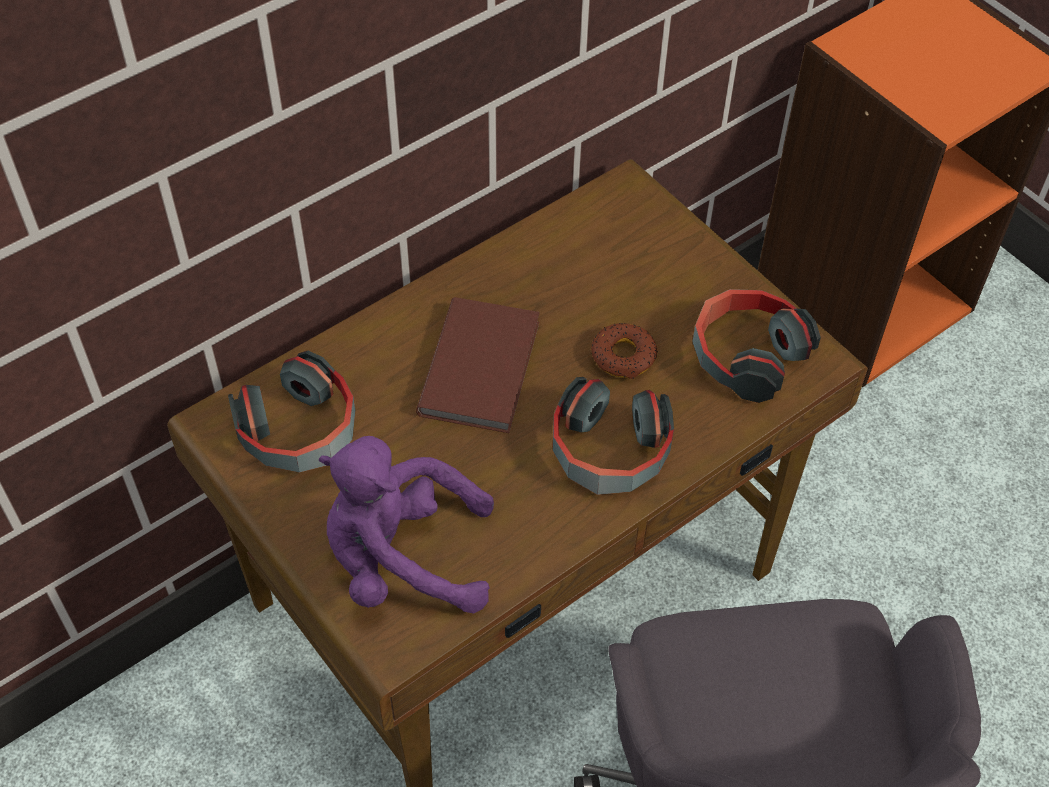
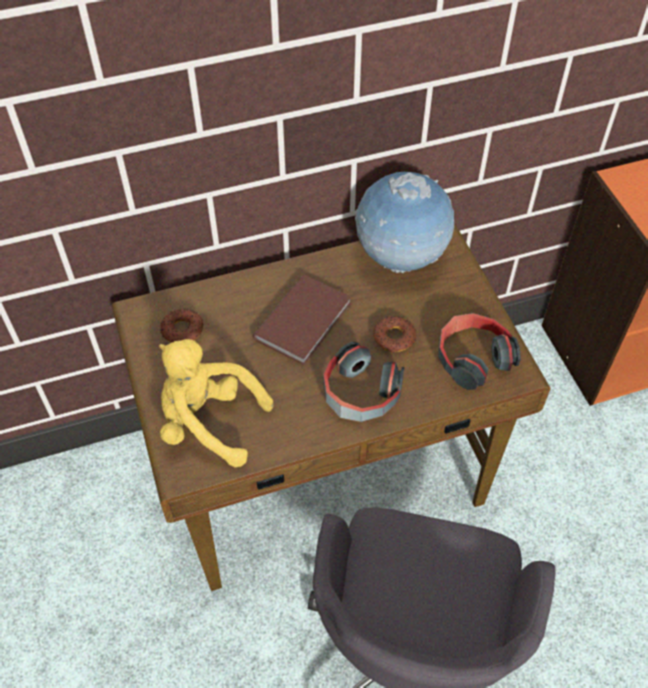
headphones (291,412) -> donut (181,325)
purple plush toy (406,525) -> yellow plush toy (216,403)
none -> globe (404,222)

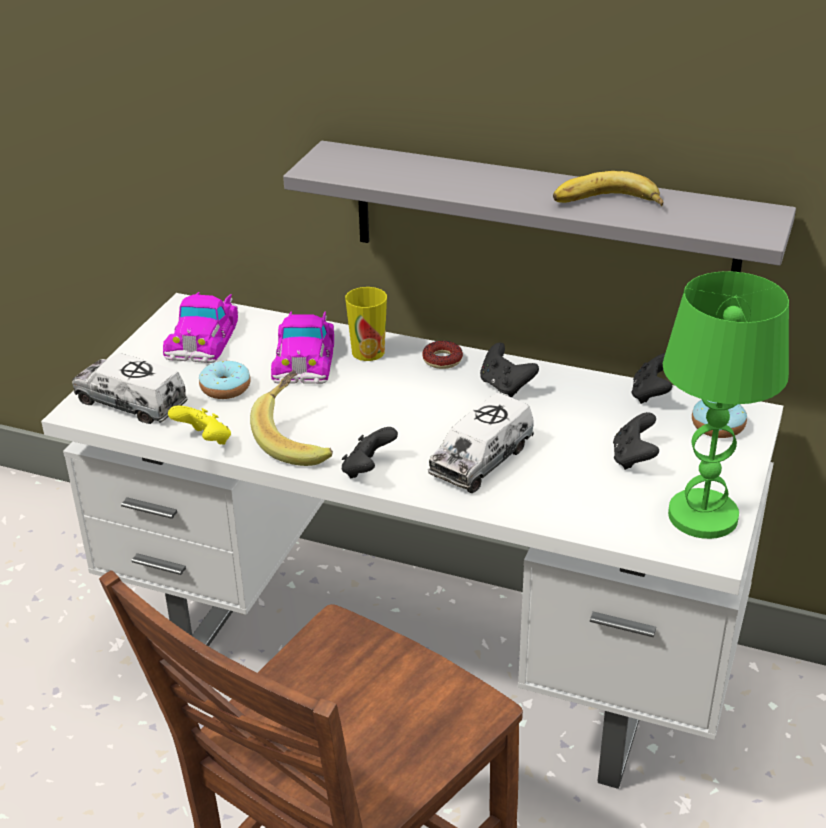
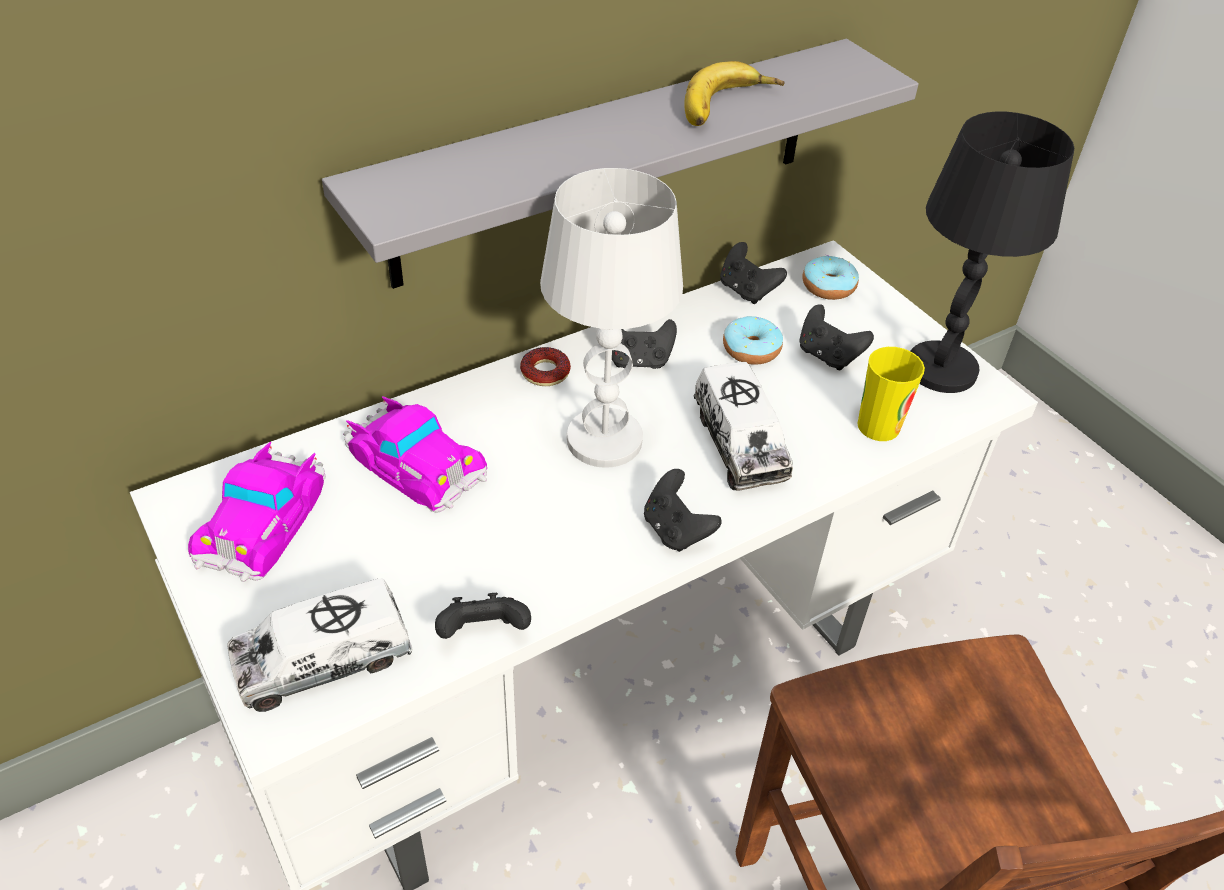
toy car (200,327) -> toy car (257,512), 60 degrees clockwise
yellow game controller (199,425) -> black game controller (483,616)
donut (225,379) -> donut (753,340), move
banana (291,418) -> none
cup (366,324) -> cup (891,394), move
green table lamp (726,405) -> black table lamp (992,252)
none -> white table lamp (611,318)

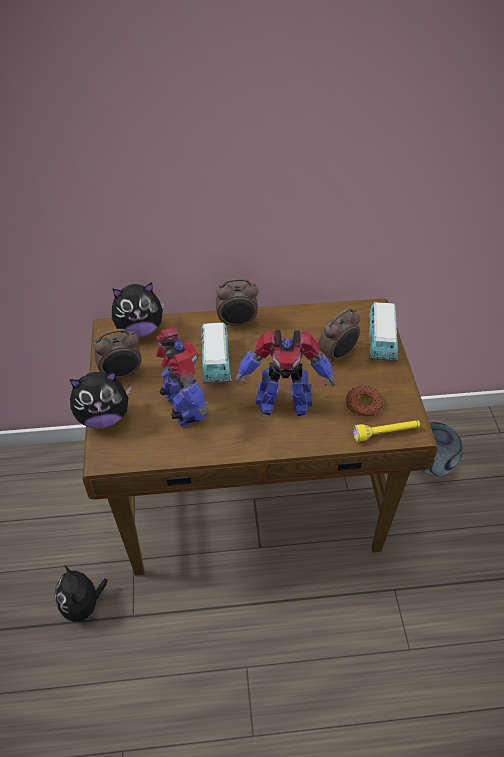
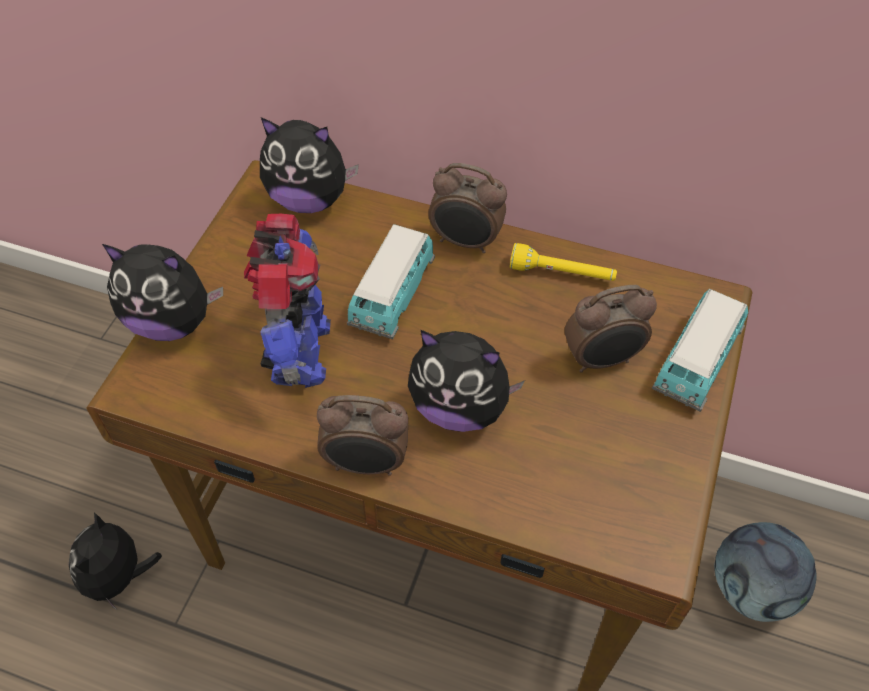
alarm clock (117,354) -> alarm clock (362,435), move
toy robot (285,373) -> plush toy (466,381)
donut (365,401) -> none
yellow flashlight (386,431) -> yellow flashlight (563,262), move

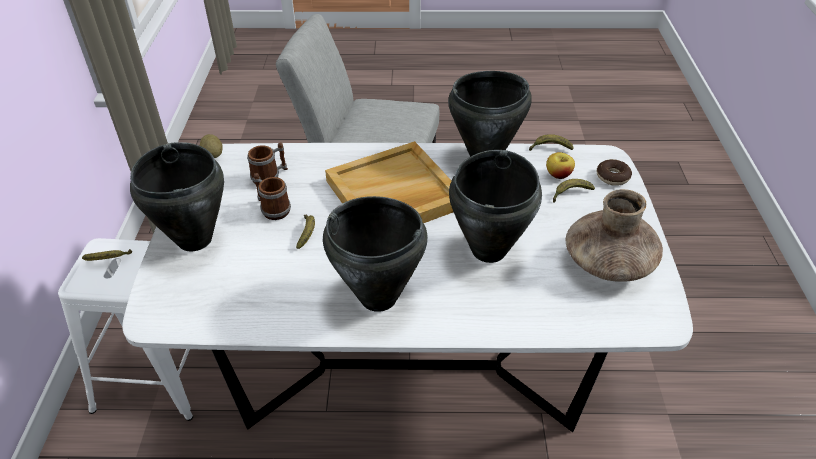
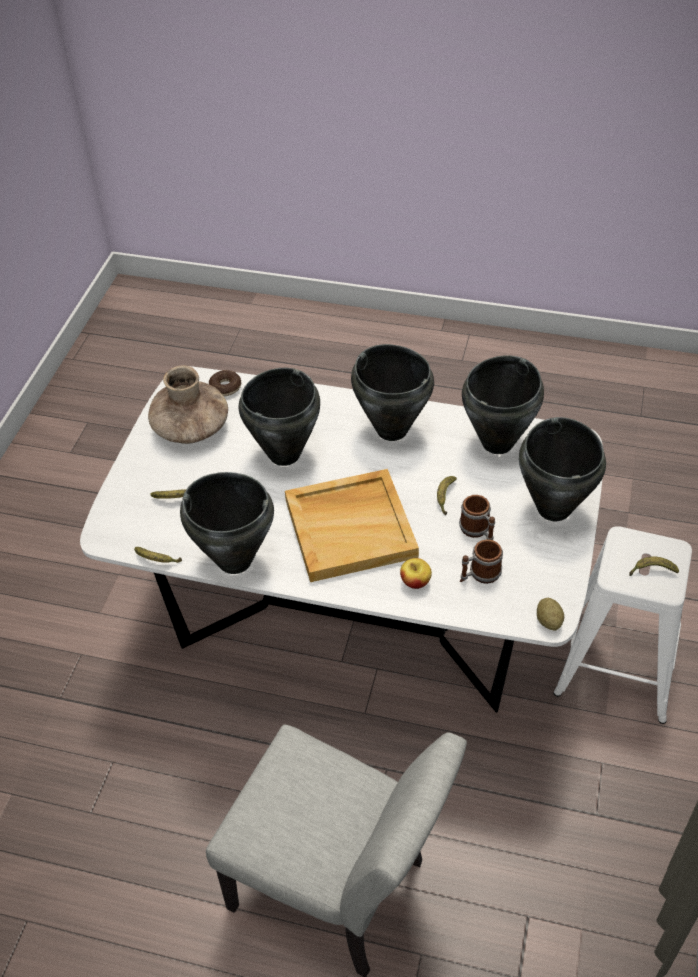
apple (560,165) -> apple (416,573), move
donut (614,172) -> donut (225,383), move
none -> black cooking pot (503,404)

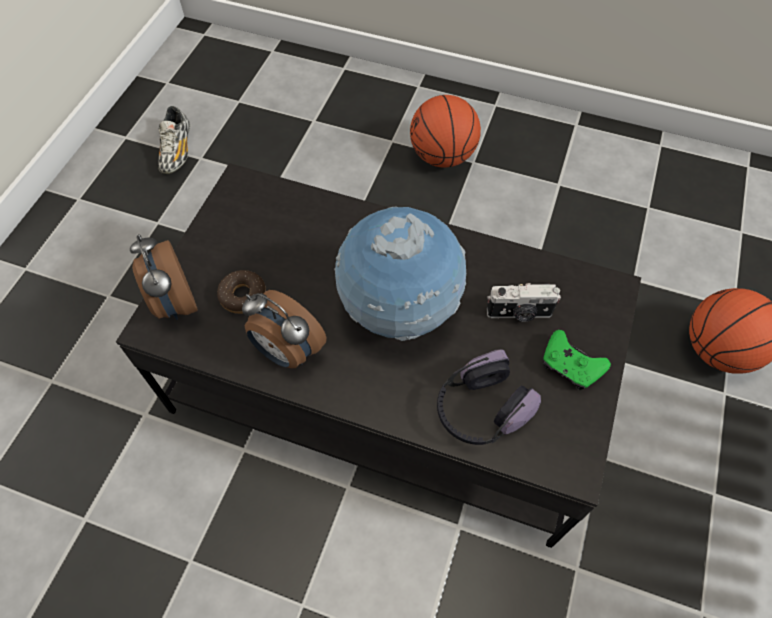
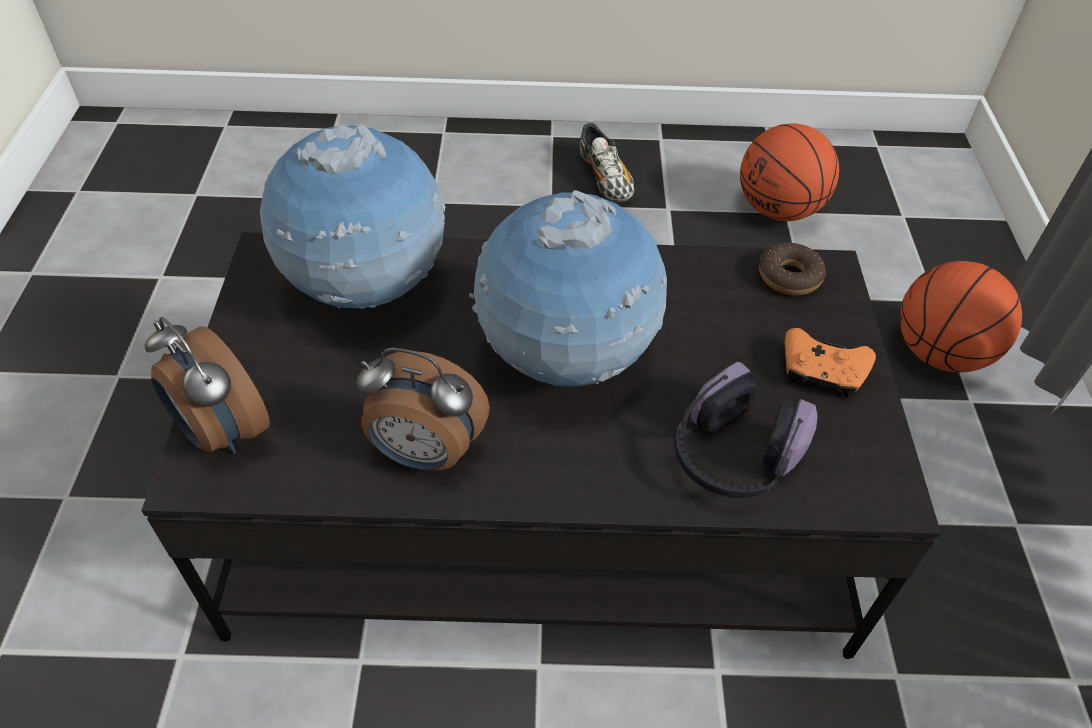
shoe (174,140) -> shoe (607,162), move
donut (241,292) -> donut (792,269), move
basketball (445,131) -> basketball (789,172), move
photo camera (524,302) -> none
green game controller (577,360) -> orange game controller (830,363)
none -> globe (352,216)

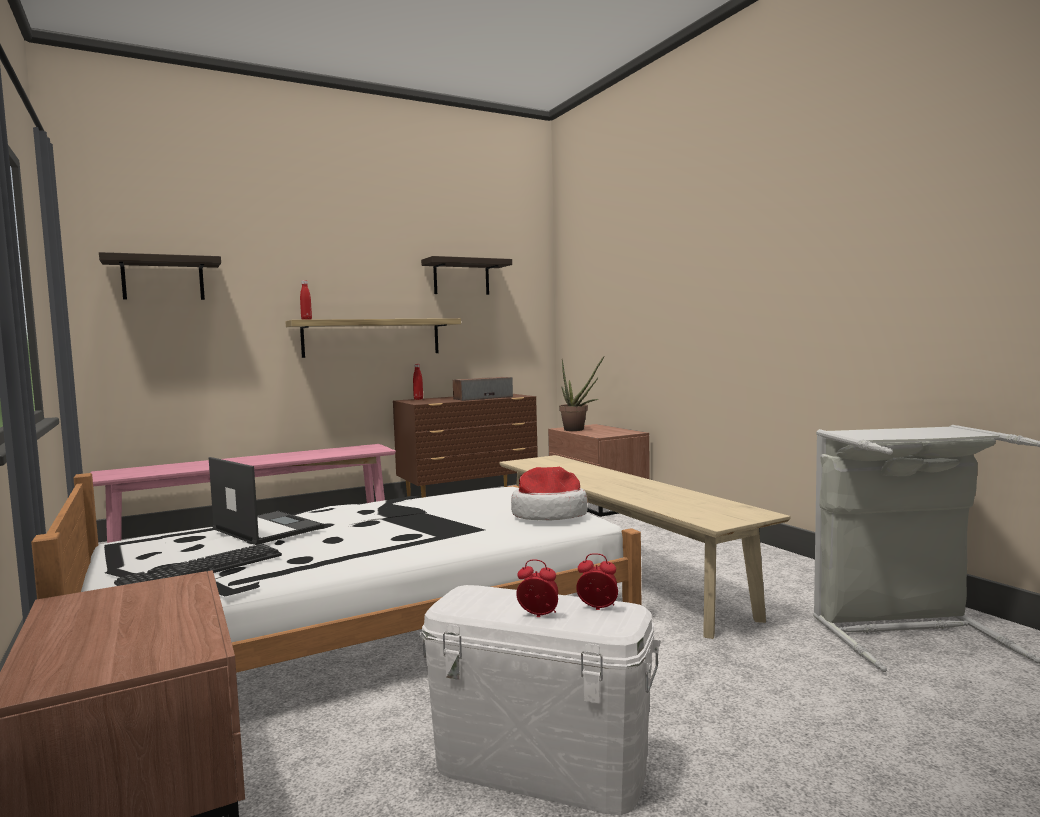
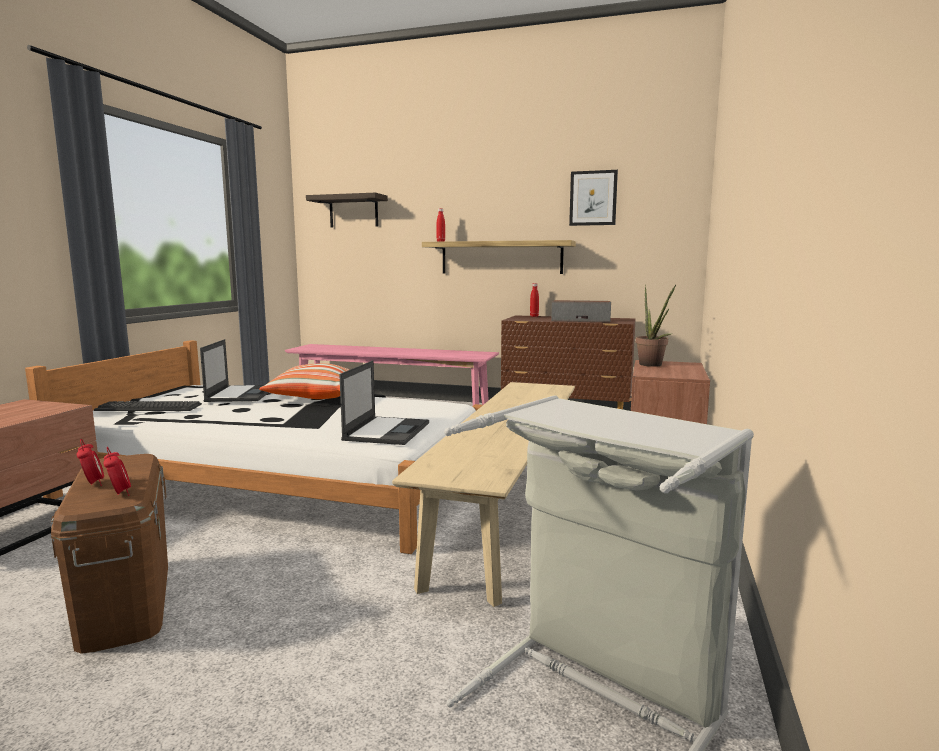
white storage box (540,700) -> brown storage box (109,554)
shelf (466,275) -> picture (593,198)
hat (549,493) -> laptop (384,402)
none -> pillow (304,381)

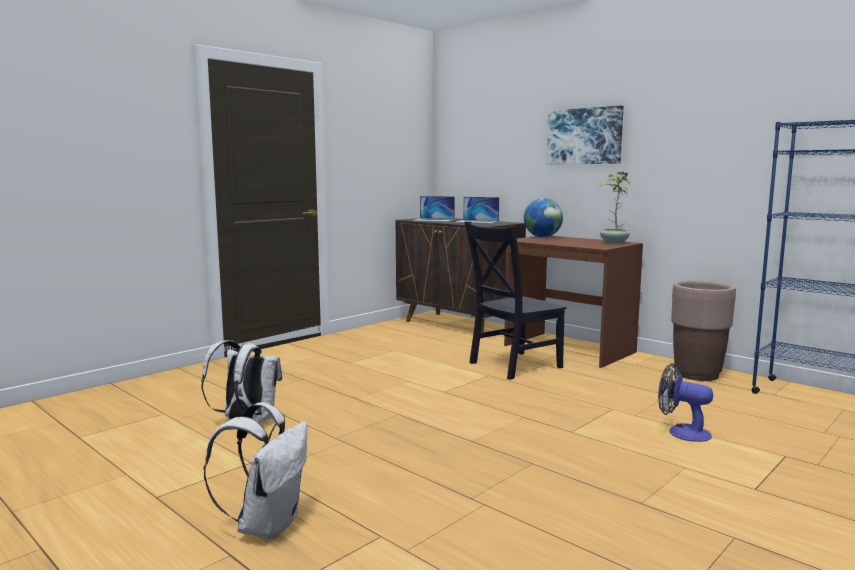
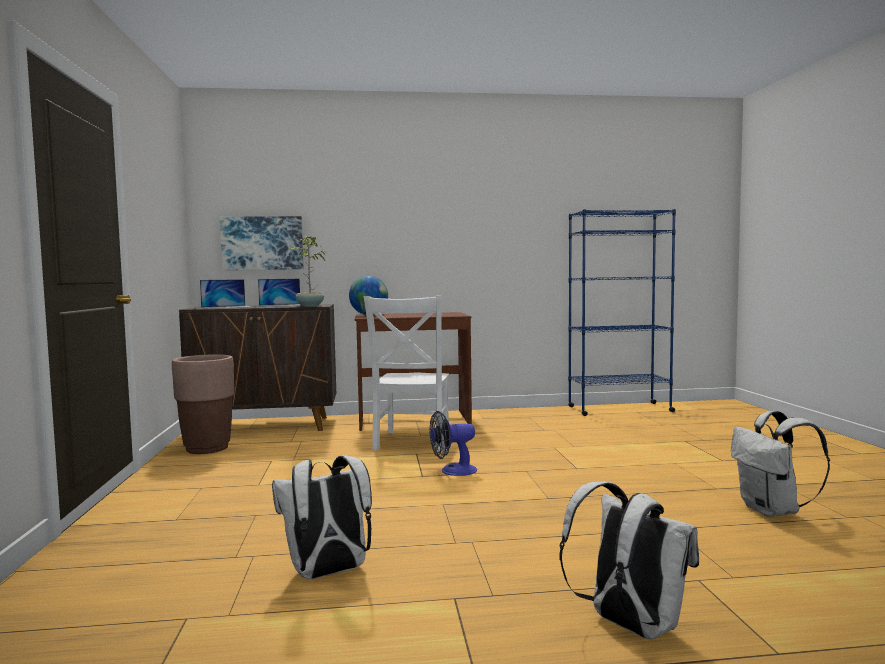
black chair (515,301) -> white chair (406,373)
picture (585,135) -> picture (261,243), move
potted plant (613,208) -> potted plant (307,271), move
fan (685,402) -> fan (453,443), move
brown planter (703,330) -> brown planter (203,404), move
none -> white backpack (780,463)

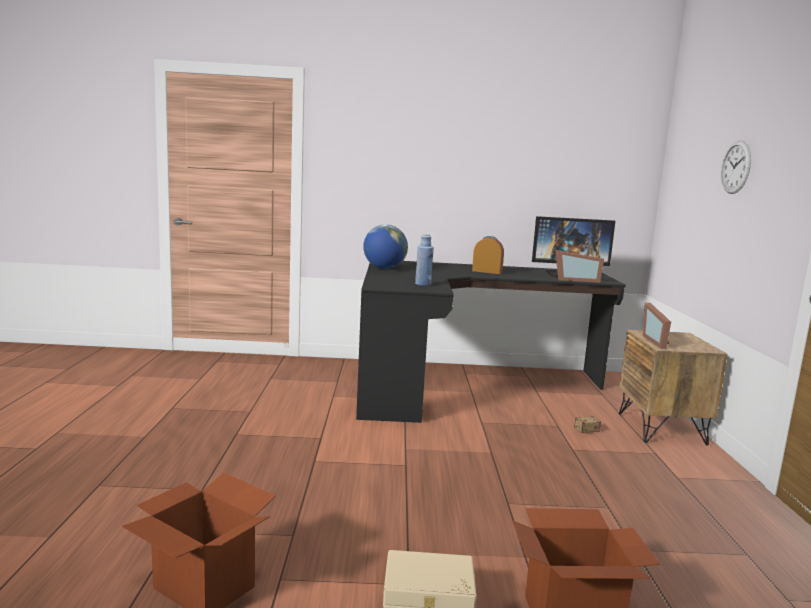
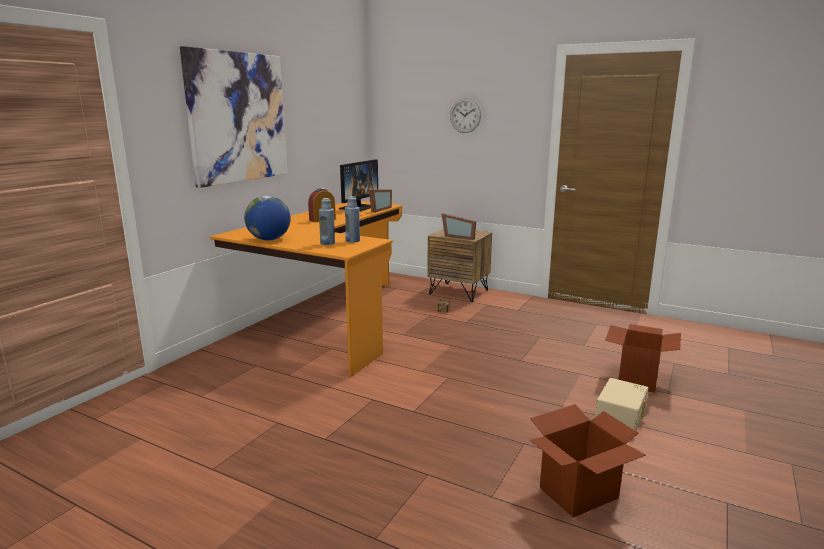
black desk (491,342) -> orange desk (306,289)
none -> picture (233,117)
none -> blue bottle (327,221)

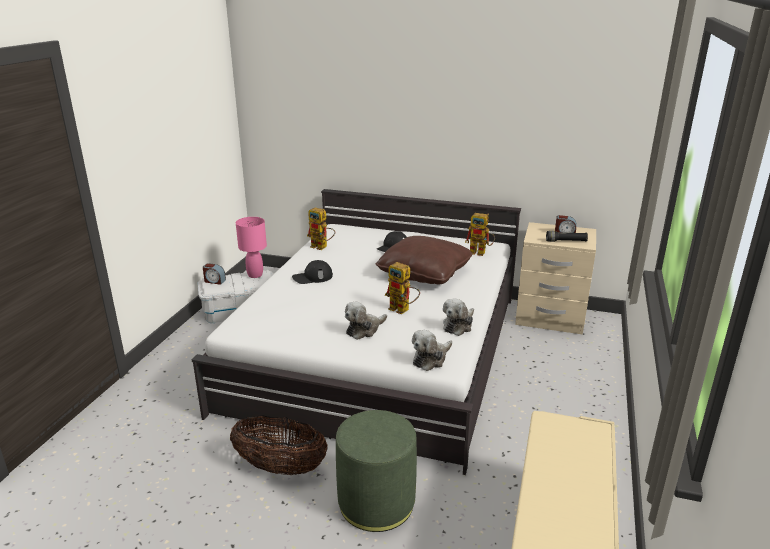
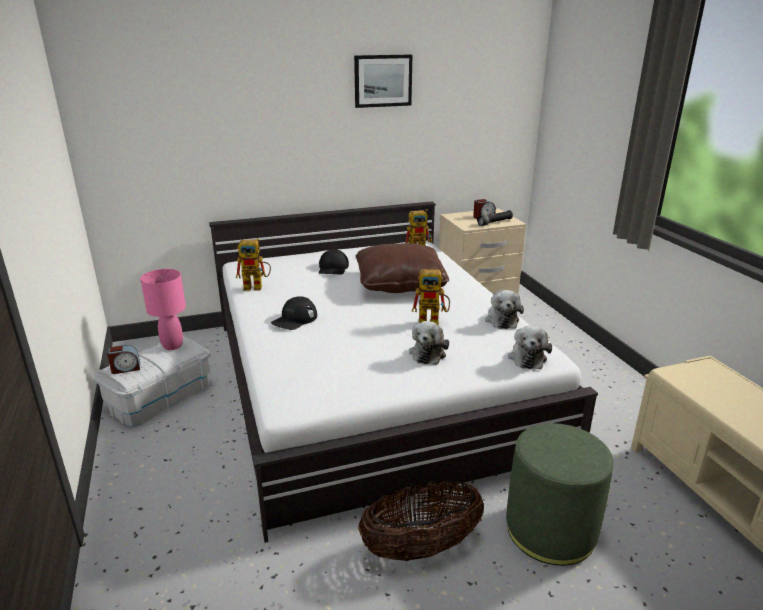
none -> picture (383,81)

